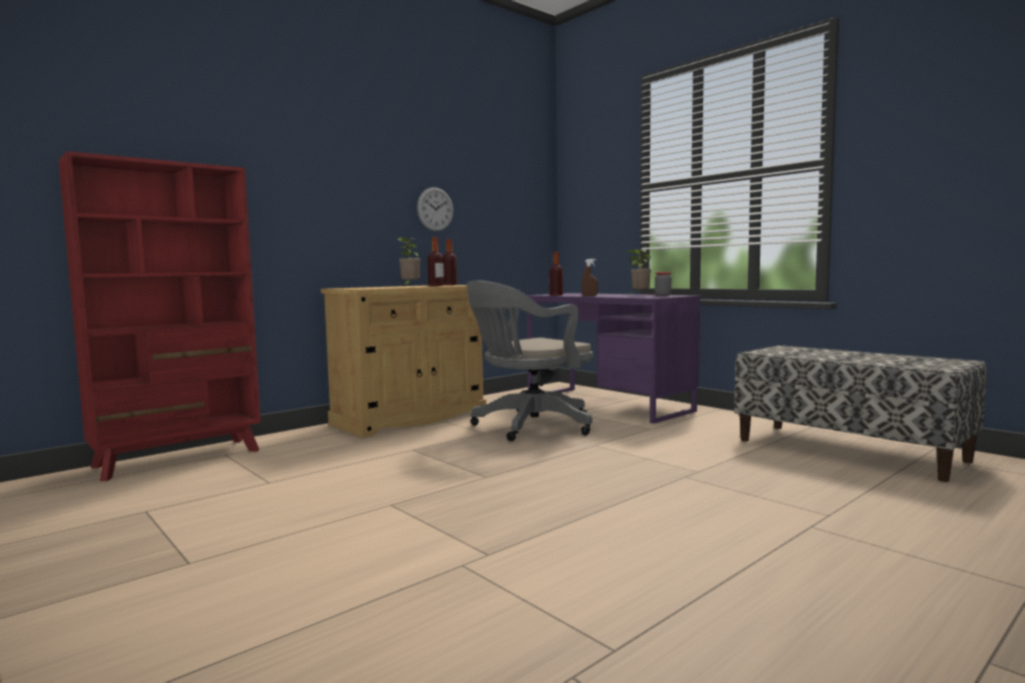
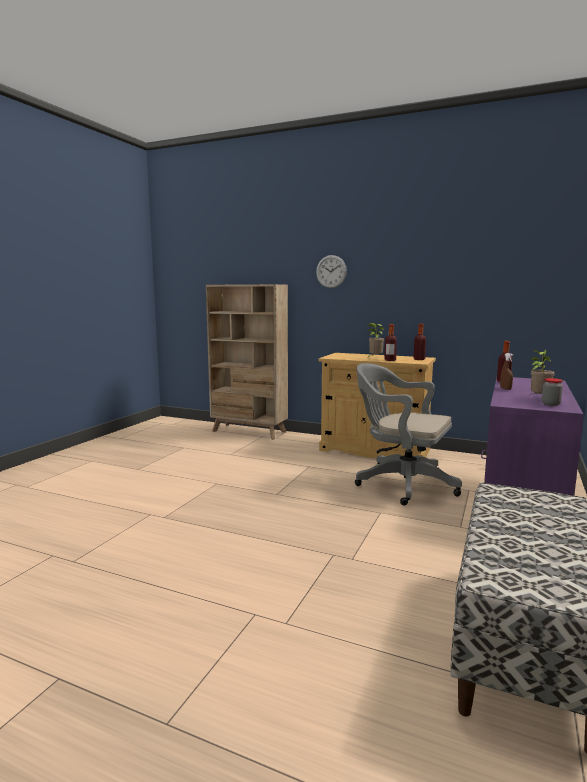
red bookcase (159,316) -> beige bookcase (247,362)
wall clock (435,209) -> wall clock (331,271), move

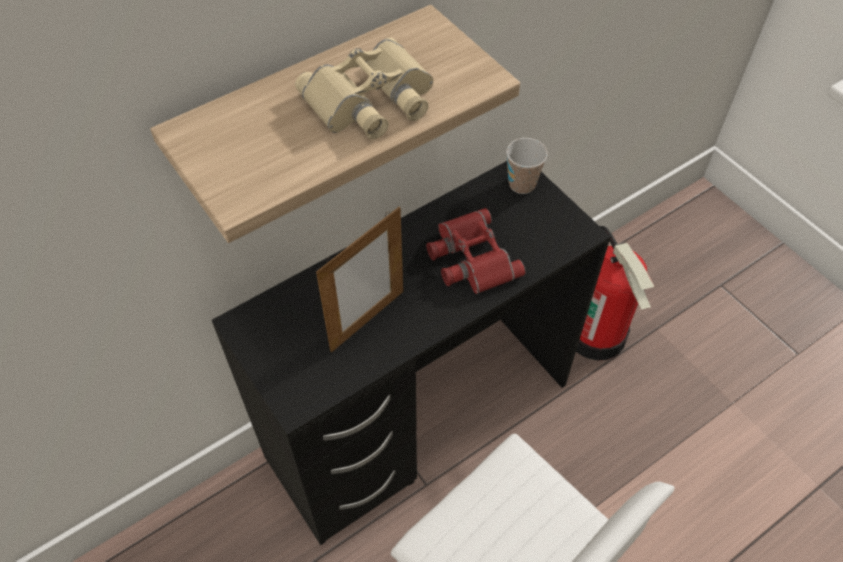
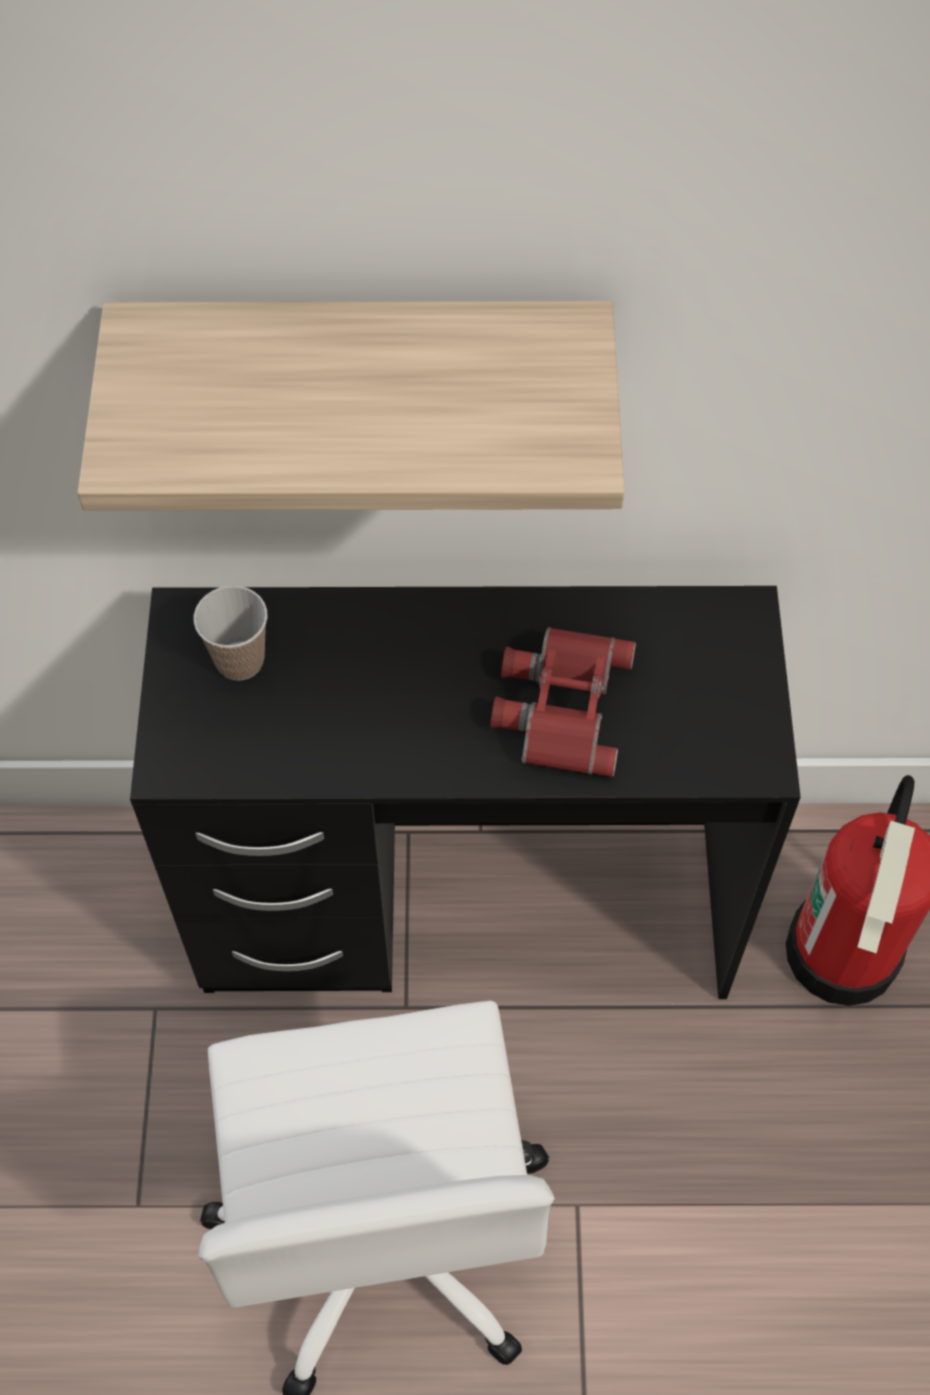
beige binoculars (364,89) -> none
picture frame (359,280) -> none
cup (527,166) -> cup (230,633), move

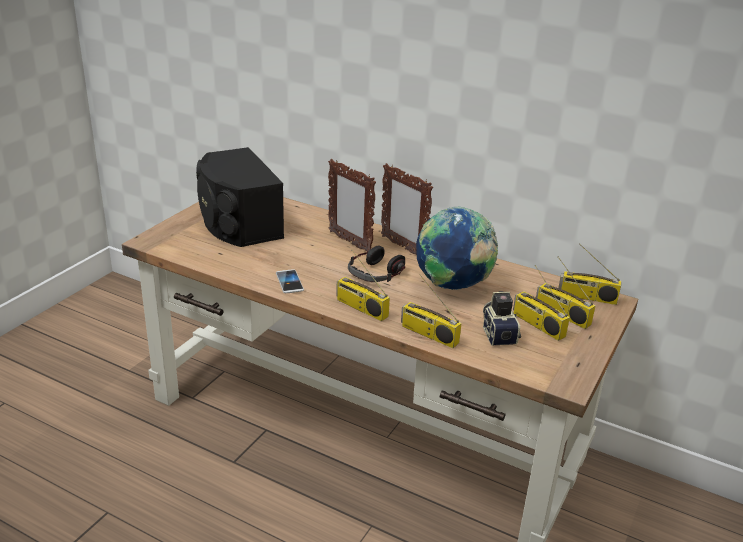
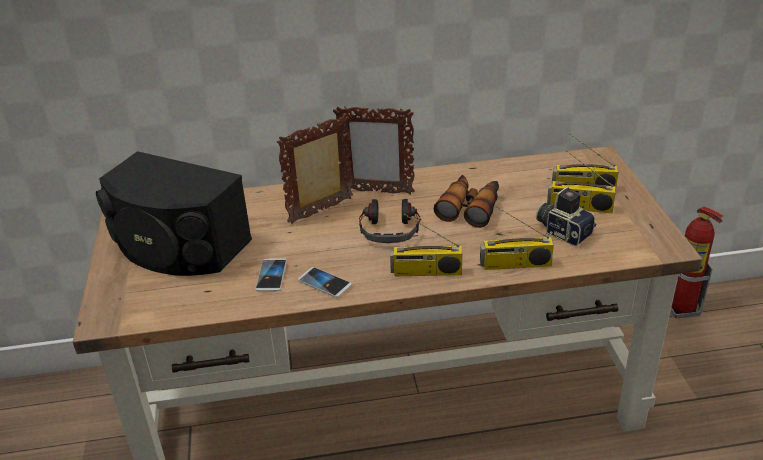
picture frame (352,205) -> picture frame (315,169), 135 degrees clockwise
globe (457,248) -> binoculars (466,201)
radio (589,274) -> none
none -> phone (271,275)
none -> fire extinguisher (697,262)

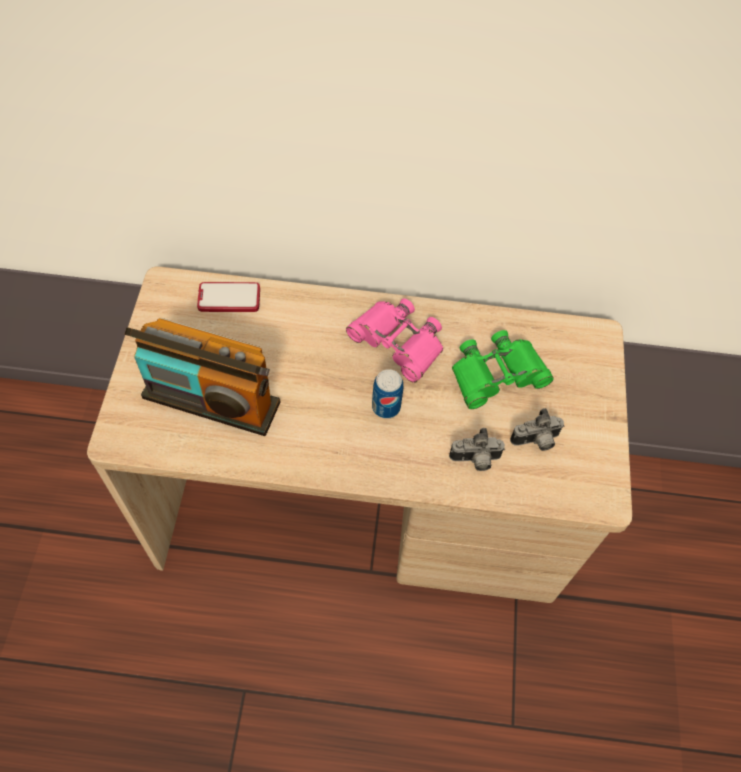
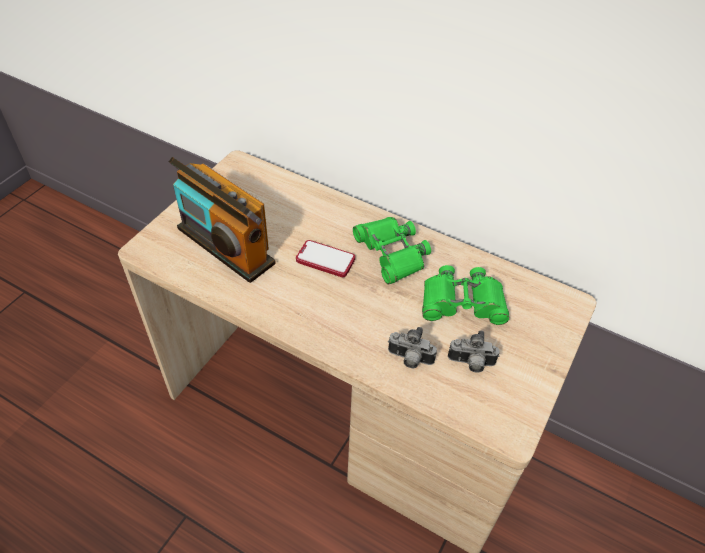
phone (228,297) -> phone (325,258), move
pink binoculars (394,341) -> green binoculars (392,251)
can (387,394) -> none

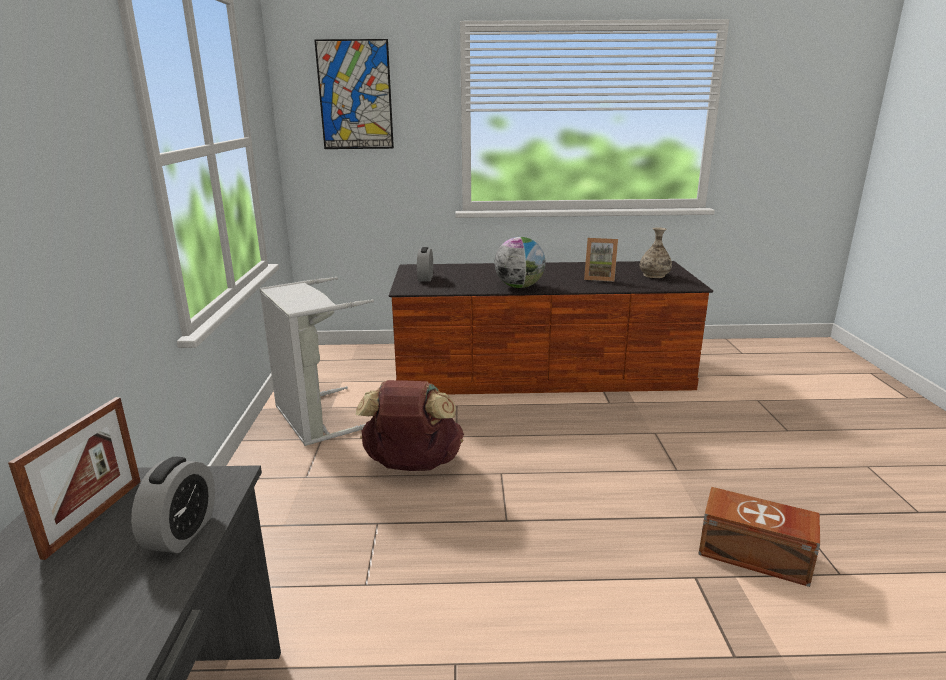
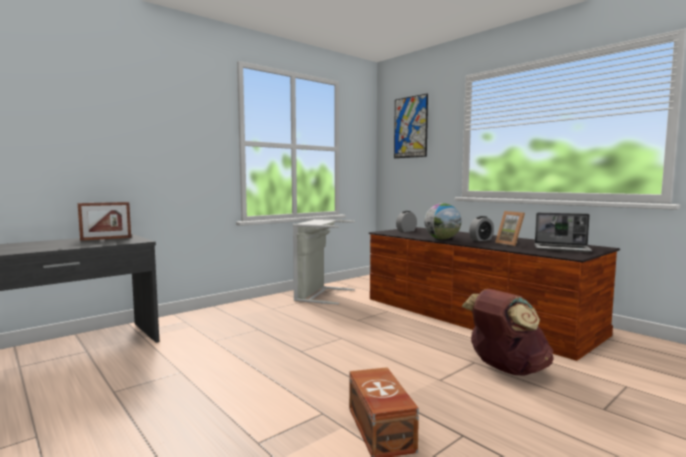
alarm clock (173,505) -> alarm clock (481,228), move
brown backpack (410,425) -> brown backpack (508,332), move
vase (656,252) -> laptop (564,232)

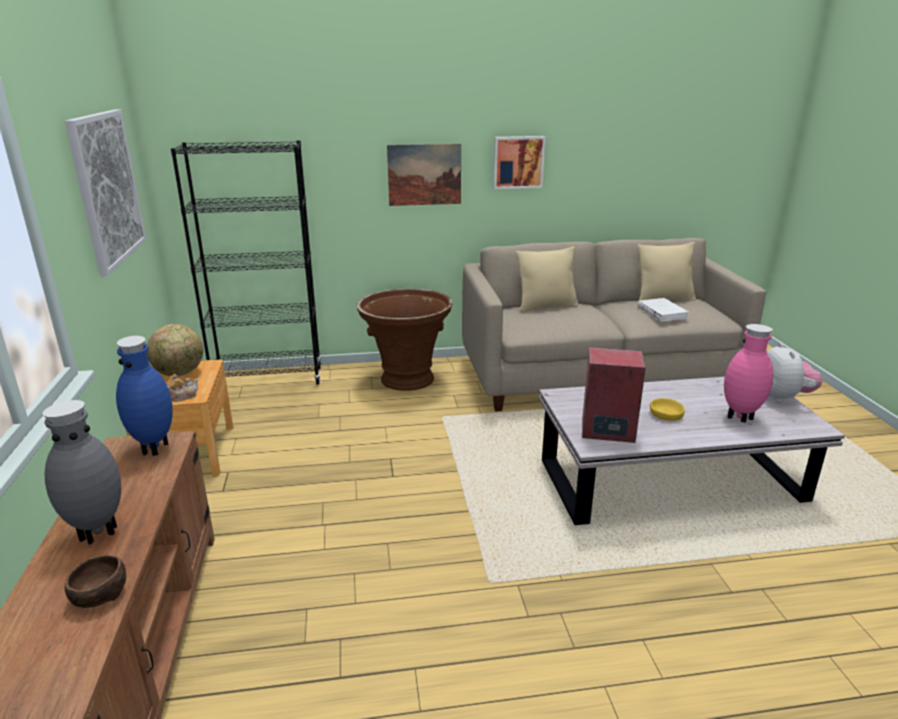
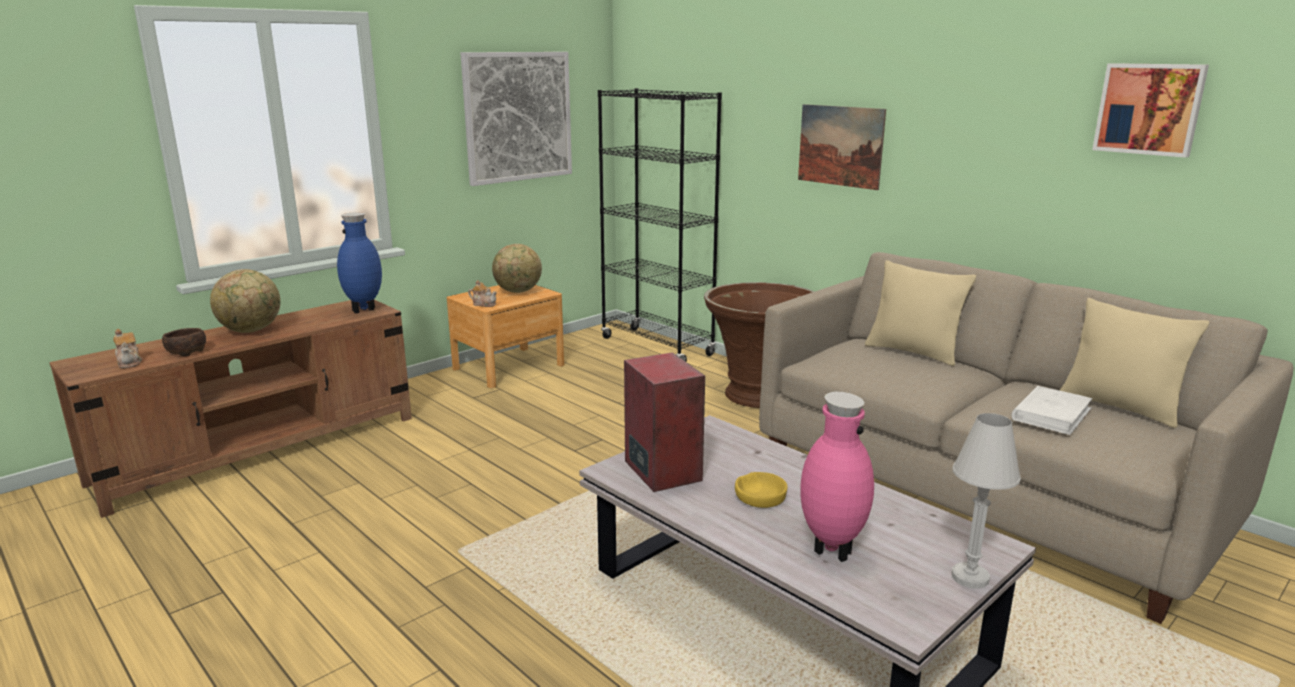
grey vase (82,472) -> globe (245,301)
picture (519,162) -> picture (1150,110), move
plush toy (794,372) -> white table lamp (986,501)
none -> teapot (128,348)

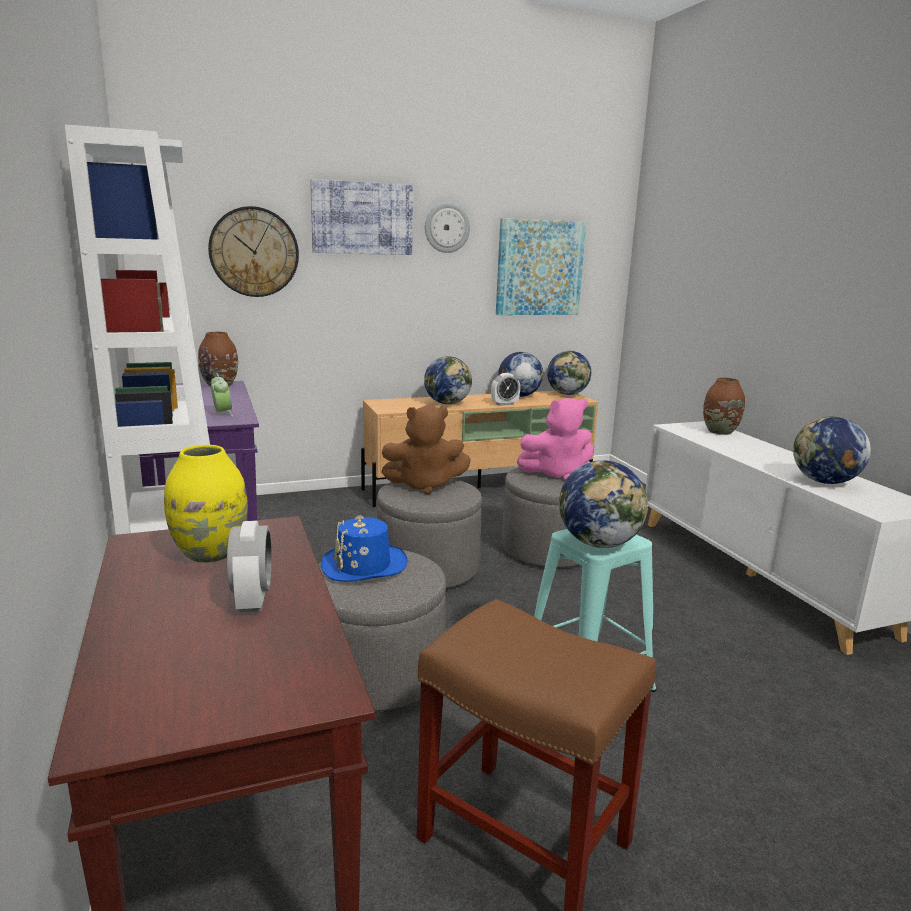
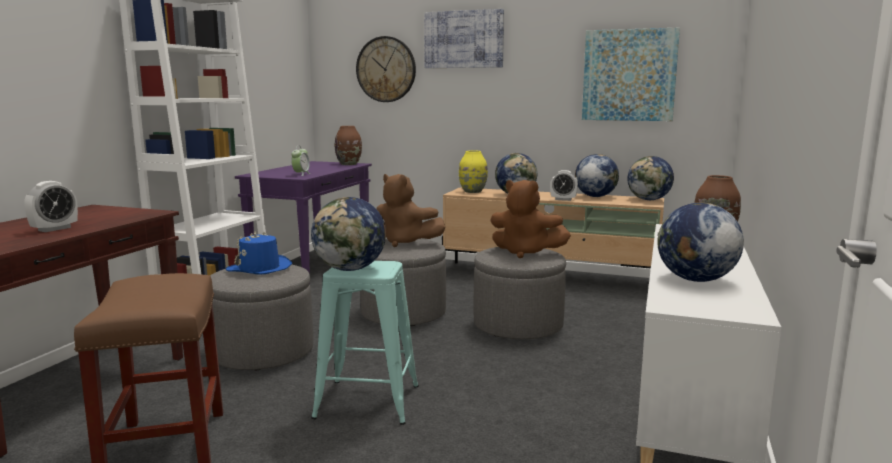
yellow vase (206,504) -> yellow vase (473,171), move
wall clock (447,227) -> none
pink plush toy (555,439) -> brown plush toy (530,219)

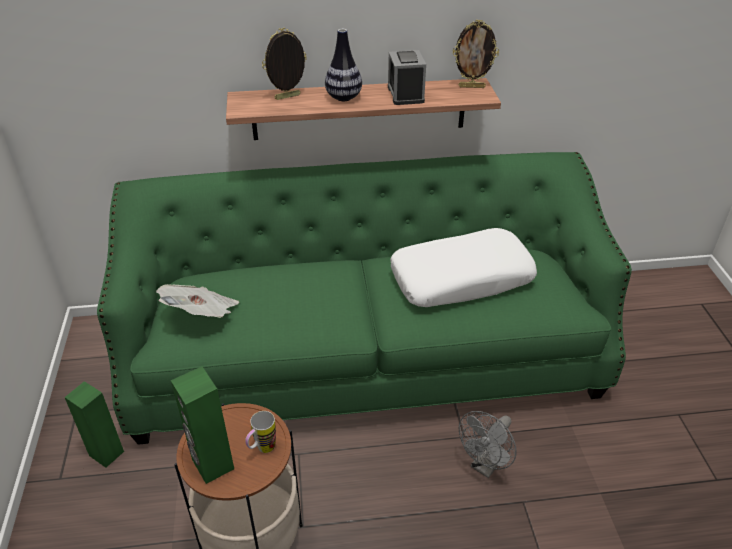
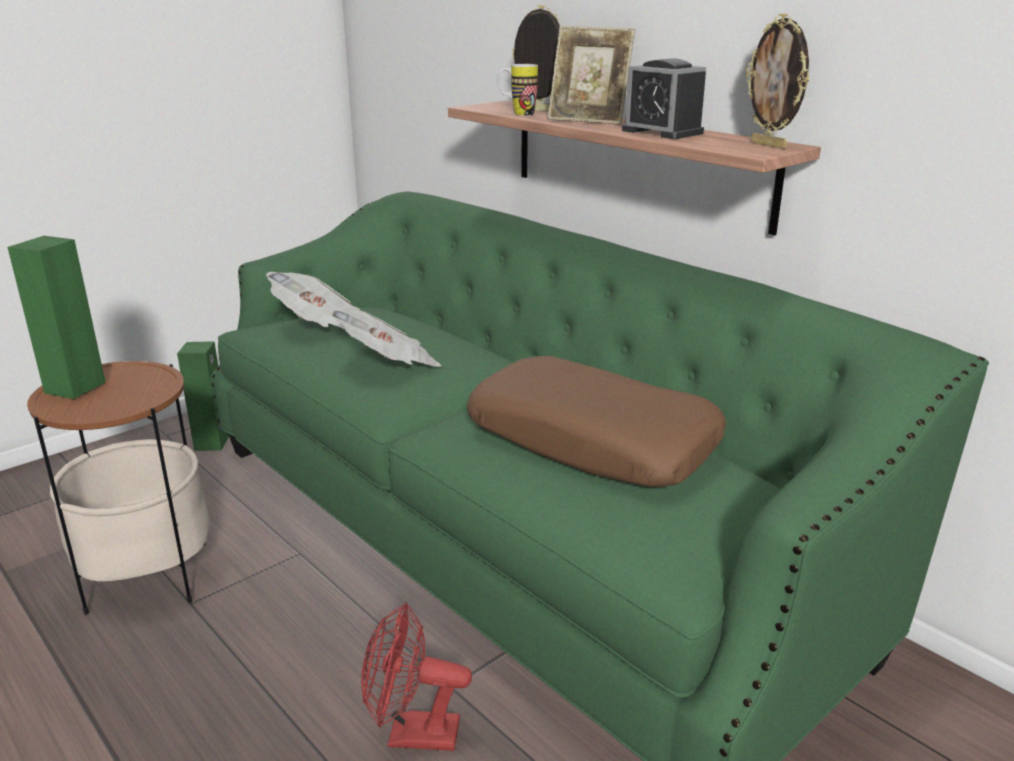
mug (260,432) -> mug (517,90), move
vase (343,65) -> picture frame (591,75)
alarm clock (407,77) -> alarm clock (664,98), 90 degrees counterclockwise
white pillow (463,267) -> brown pillow (596,421)
grey fan (488,444) -> red fan (416,677)
none -> newspaper (385,338)

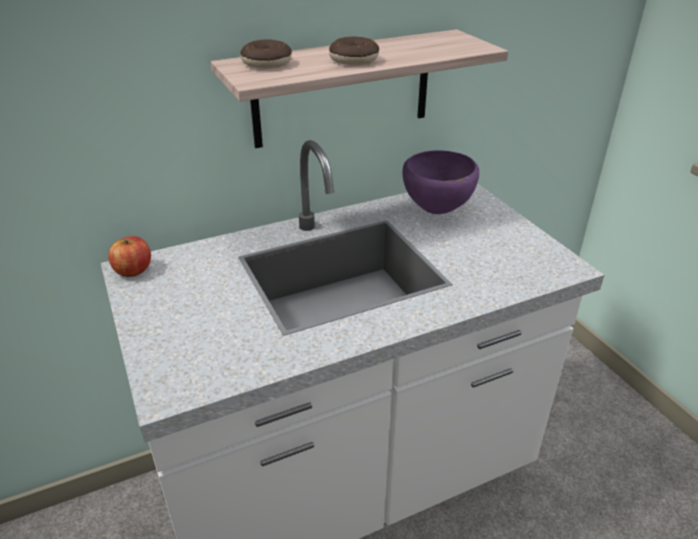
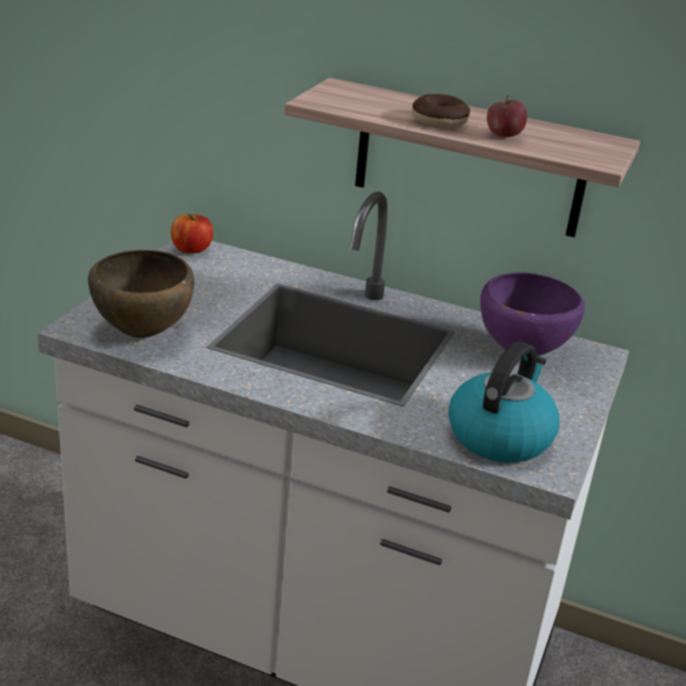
donut (266,53) -> none
none -> brown bowl (141,294)
none -> kettle (504,402)
none -> apple (507,116)

